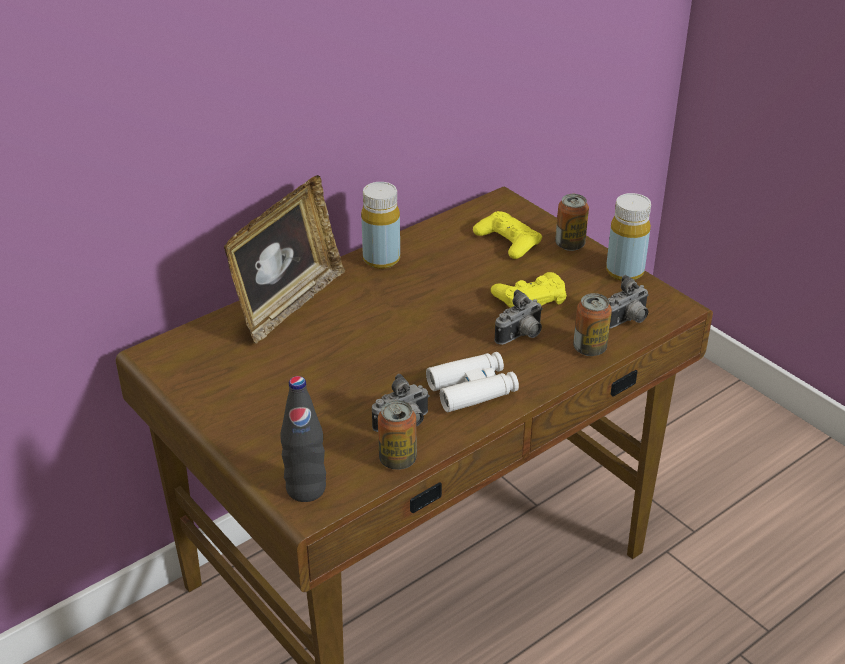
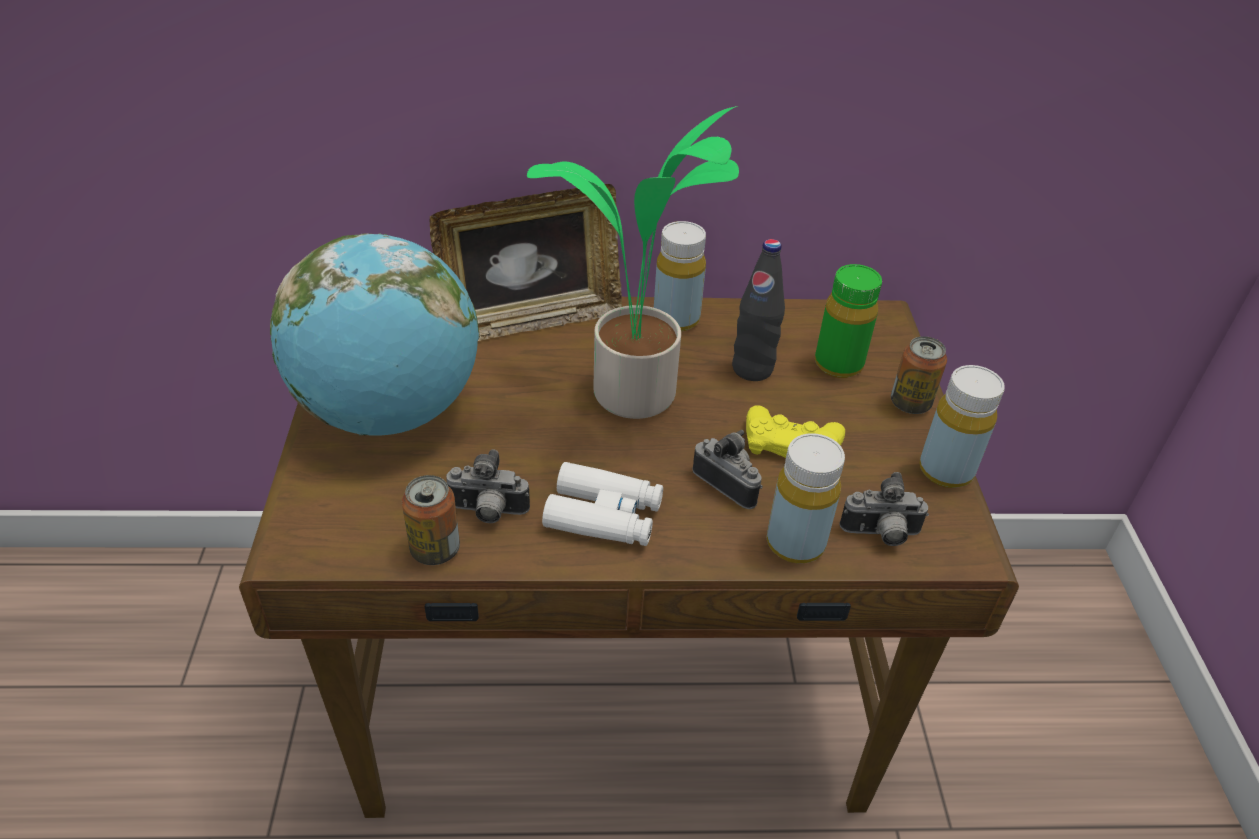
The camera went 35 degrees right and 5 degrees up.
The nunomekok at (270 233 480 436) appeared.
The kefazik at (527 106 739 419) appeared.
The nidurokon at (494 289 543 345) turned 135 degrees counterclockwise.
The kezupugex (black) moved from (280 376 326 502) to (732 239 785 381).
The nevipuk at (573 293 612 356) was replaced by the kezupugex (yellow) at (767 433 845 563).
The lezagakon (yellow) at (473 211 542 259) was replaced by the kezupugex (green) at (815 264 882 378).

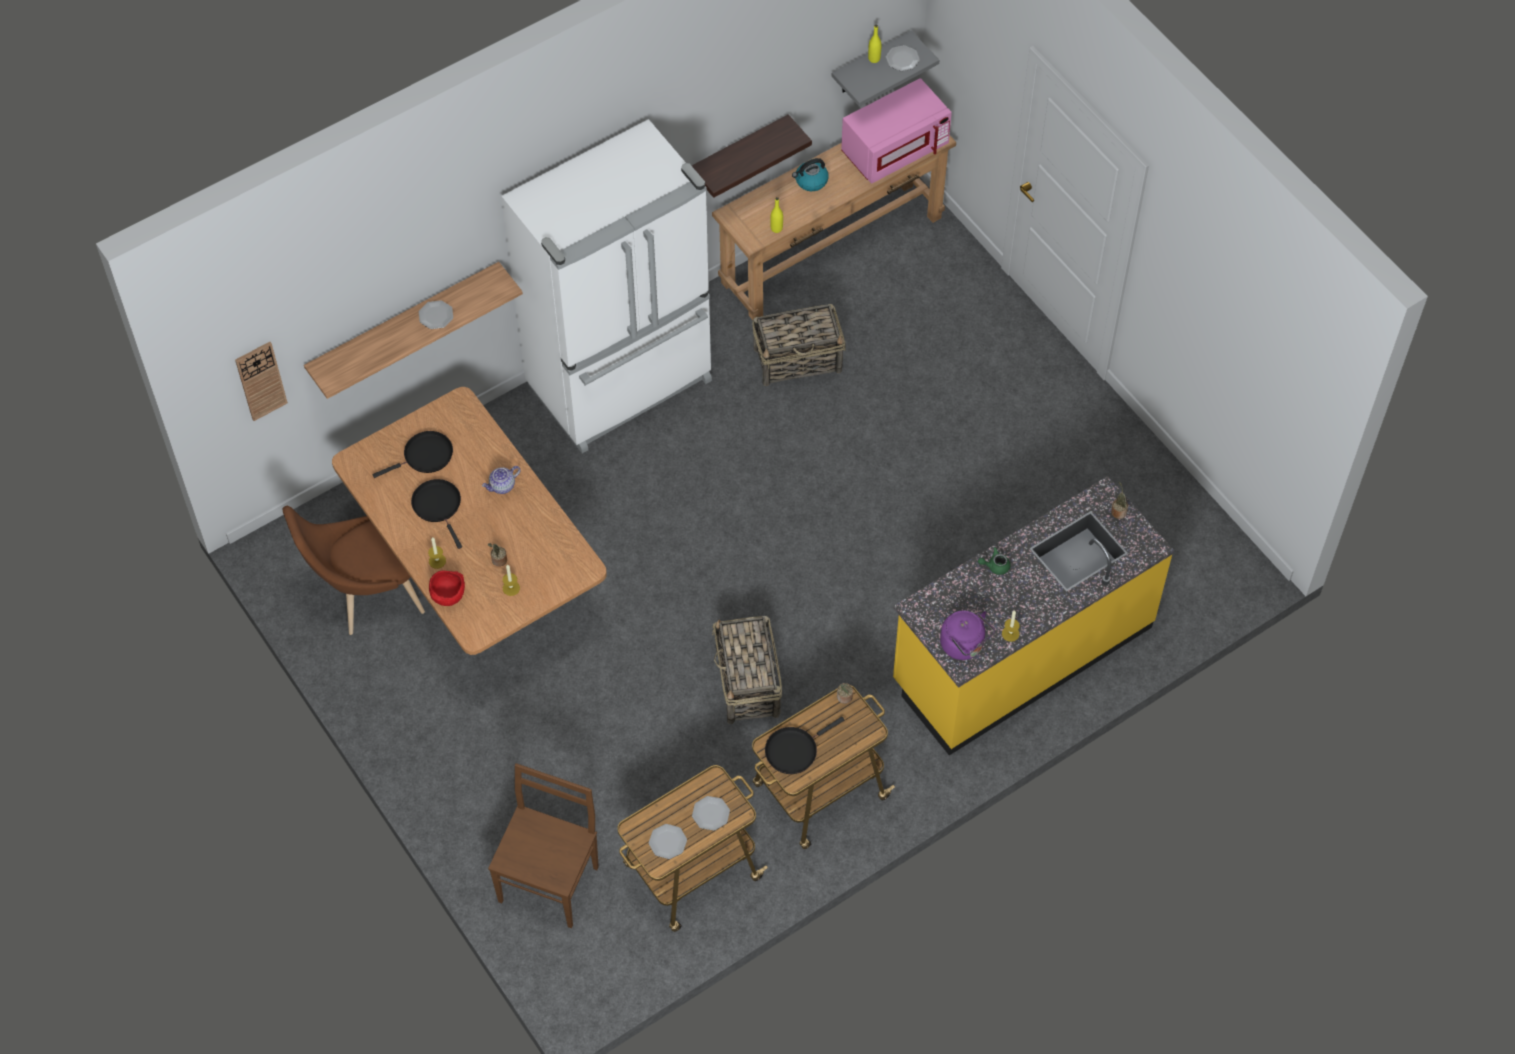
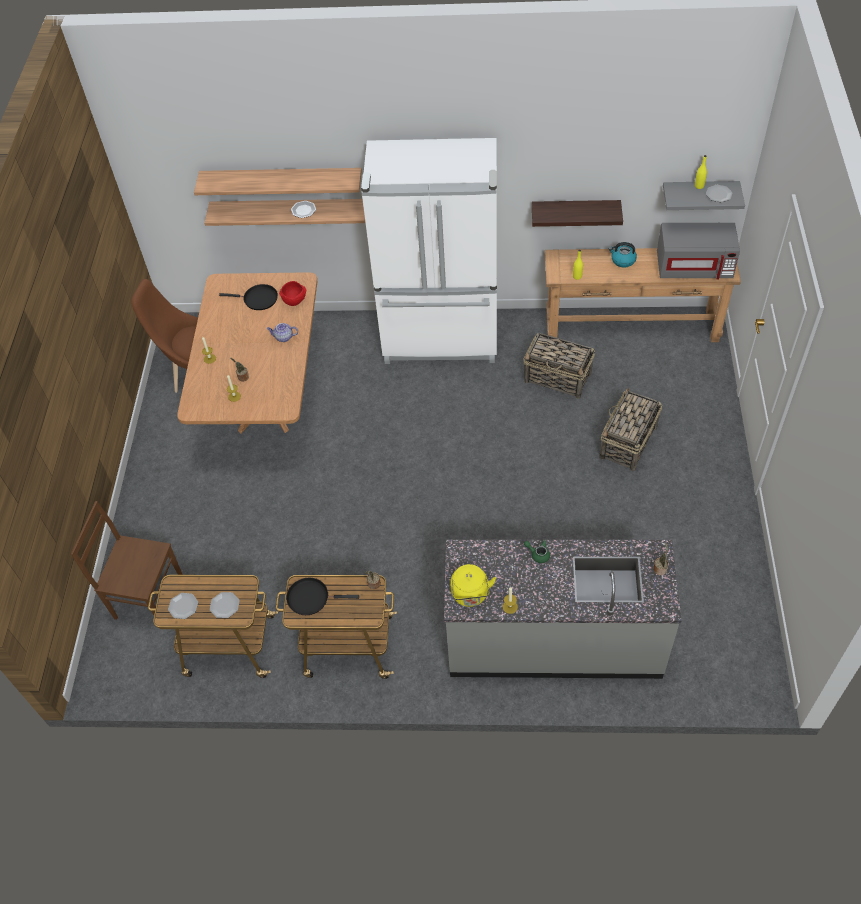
The camera went 40 degrees right and 5 degrees down.
The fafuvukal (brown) at (488 763 599 928) turned 135 degrees counterclockwise.
The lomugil at (194 168 362 195) appeared.
The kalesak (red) moved from (429 571 465 606) to (279 281 307 306).
The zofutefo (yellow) at (893 476 1174 755) became the zofutefo (grey) at (444 540 682 679).
The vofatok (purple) at (940 611 995 660) became the vofatok (yellow) at (450 564 496 607).
The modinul moved from (712 616 782 724) to (599 388 663 471).
The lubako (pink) at (841 78 952 184) became the lubako (grey) at (657 223 740 280).
The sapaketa at (235 342 288 421) disappeared.
The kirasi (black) at (411 479 462 549) disappeared.

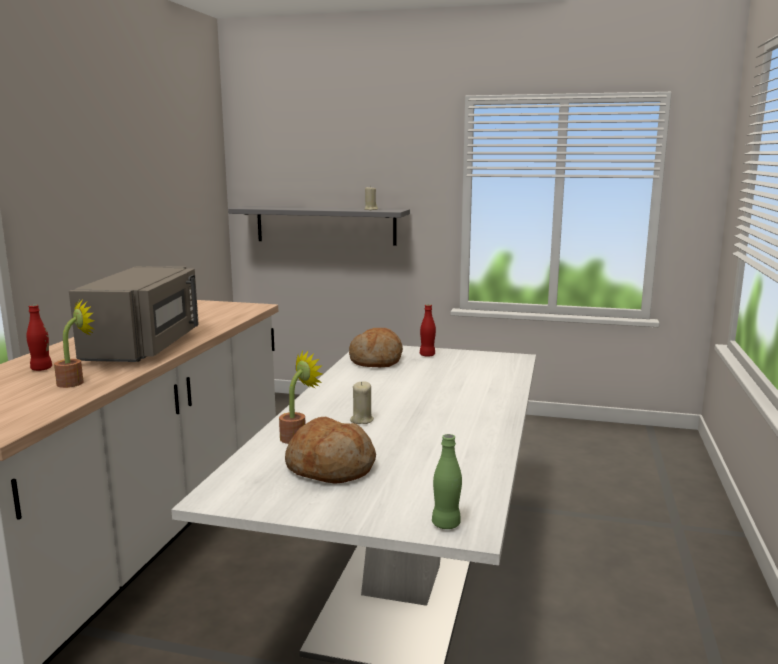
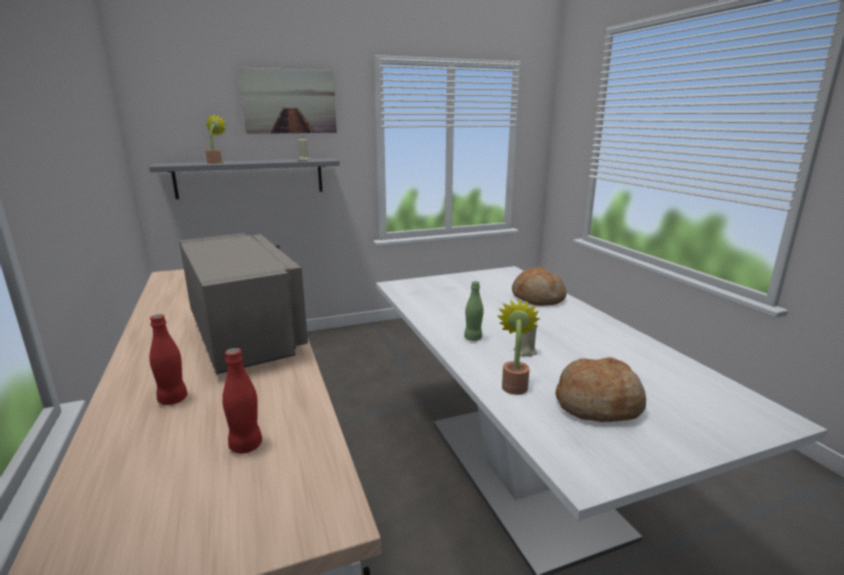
The camera went 35 degrees left and 5 degrees up.
The kefazik moved from (54 299 94 388) to (205 114 227 164).
The kezupugex (red) moved from (420 304 436 357) to (222 348 262 454).
The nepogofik at (239 68 337 134) appeared.
The kezupugex (green) moved from (432 434 462 529) to (464 281 484 341).
The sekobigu moved from (349 328 403 367) to (512 267 567 306).

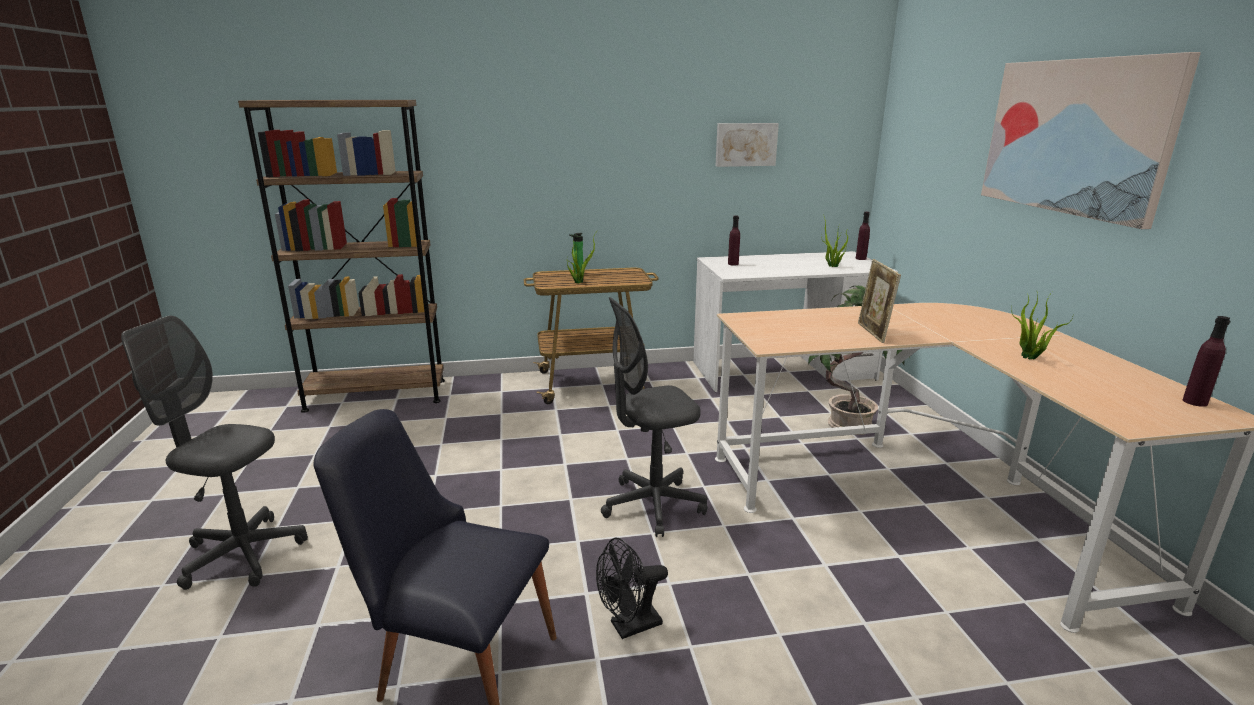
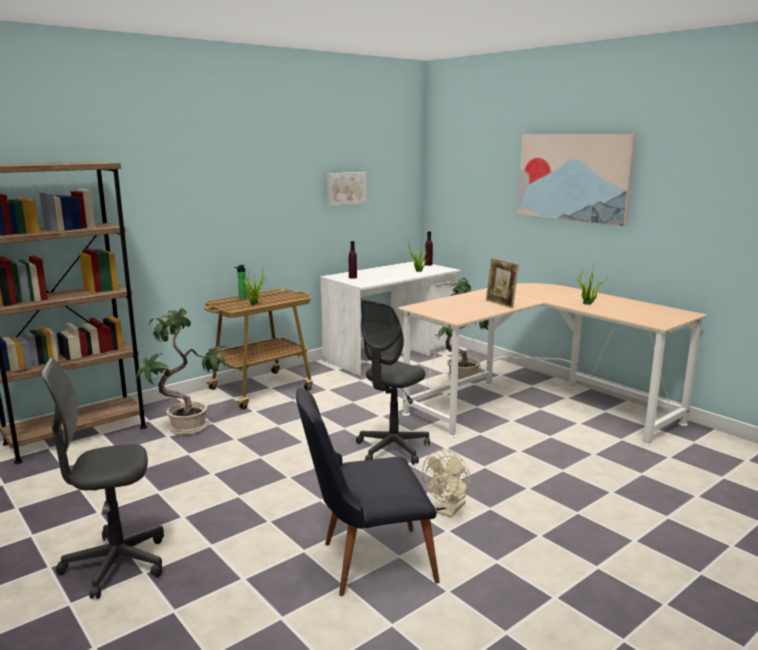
The camera went 30 degrees left and 5 degrees down.
The kefazik at (137 308 229 435) appeared.
The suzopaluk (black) at (596 537 668 639) became the suzopaluk (beige) at (422 449 471 517).
The kezupugex (purple) at (1183 316 1230 407) disappeared.

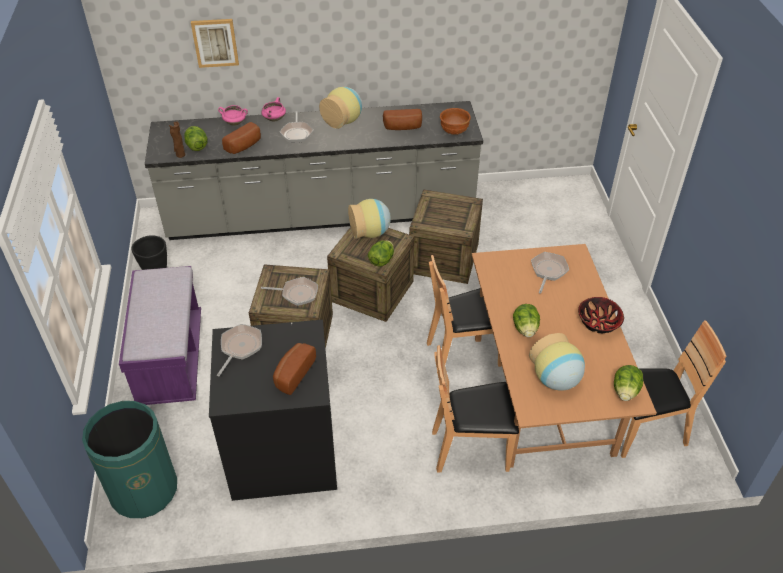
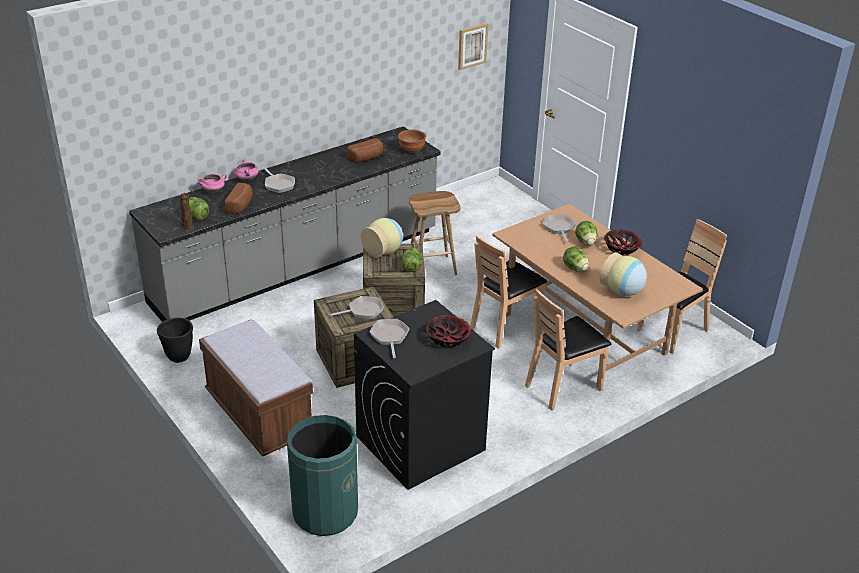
The camera went 30 degrees left and 10 degrees down.
The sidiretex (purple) at (119 266 201 405) became the sidiretex (brown) at (199 320 313 457).
The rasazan at (409 190 483 284) was replaced by the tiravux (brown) at (409 191 461 275).
The sekobigu at (273 343 316 395) was replaced by the kalesak at (426 315 471 348).
The nepogofik moved from (191 19 239 68) to (458 23 488 70).
The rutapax moved from (614 365 643 401) to (575 221 598 245).
The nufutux at (319 87 362 129) disappeared.

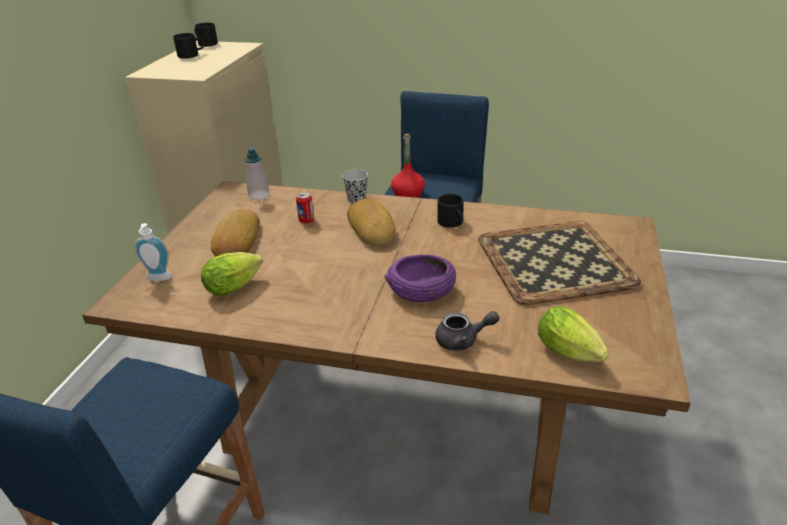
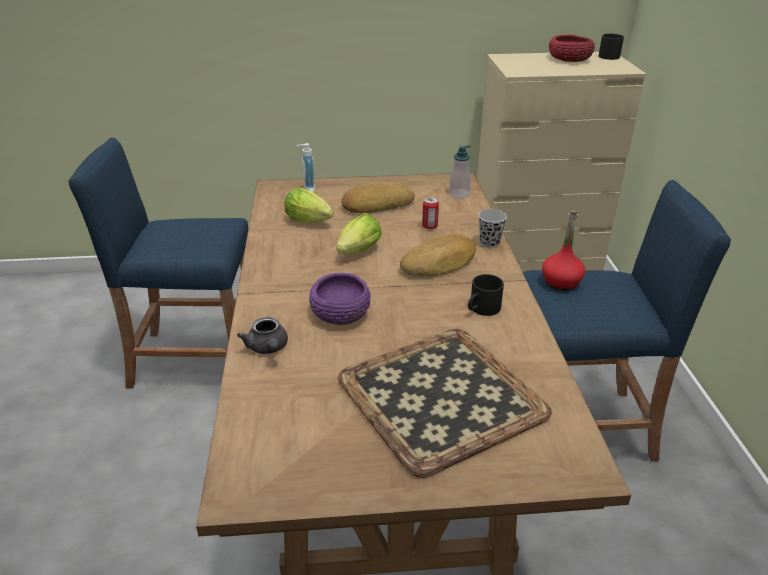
The camera went 70 degrees right and 0 degrees up.
The rutapax moved from (538 306 609 362) to (336 214 381 254).
The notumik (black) at (173 33 204 59) was replaced by the kalesak (red) at (549 35 595 62).

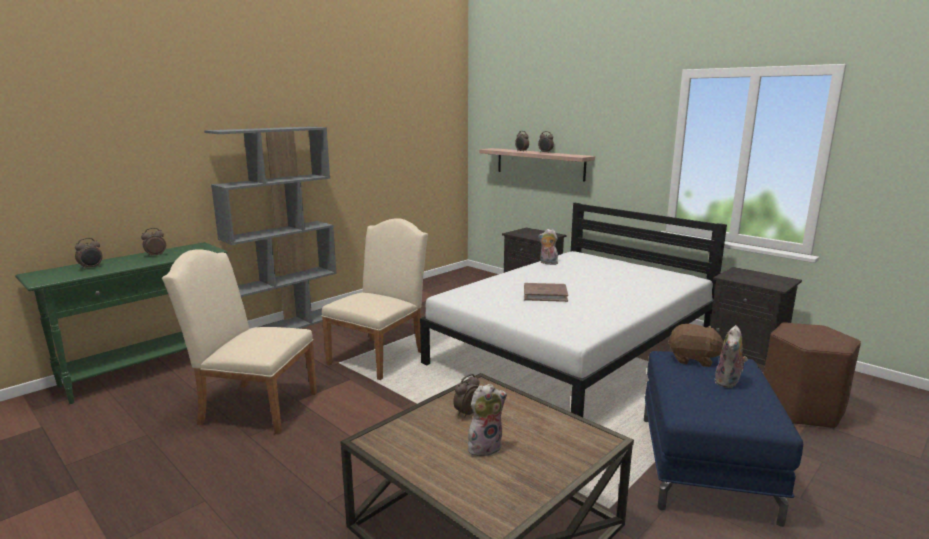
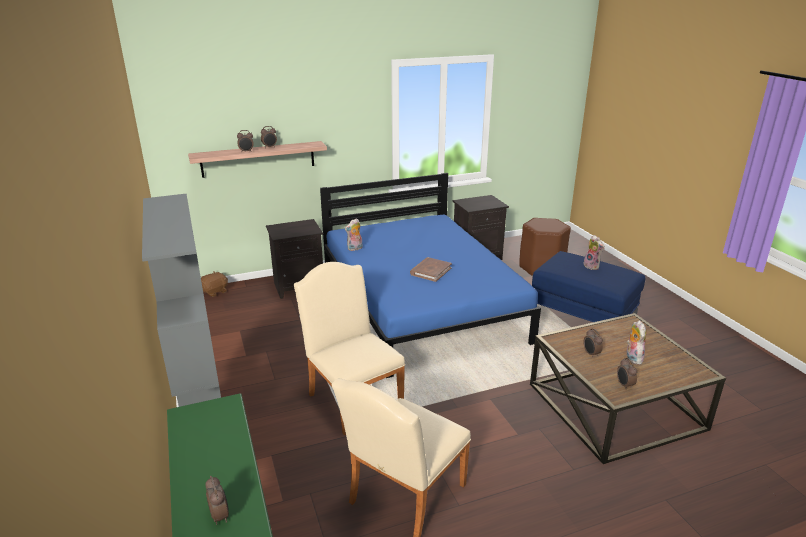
The camera went 65 degrees left and 10 degrees up.
The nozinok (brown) moved from (668 324 723 367) to (201 272 228 297).
The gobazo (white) at (420 203 727 417) became the gobazo (blue) at (320 173 541 378).
The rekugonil moved from (141 228 166 257) to (617 358 637 390).

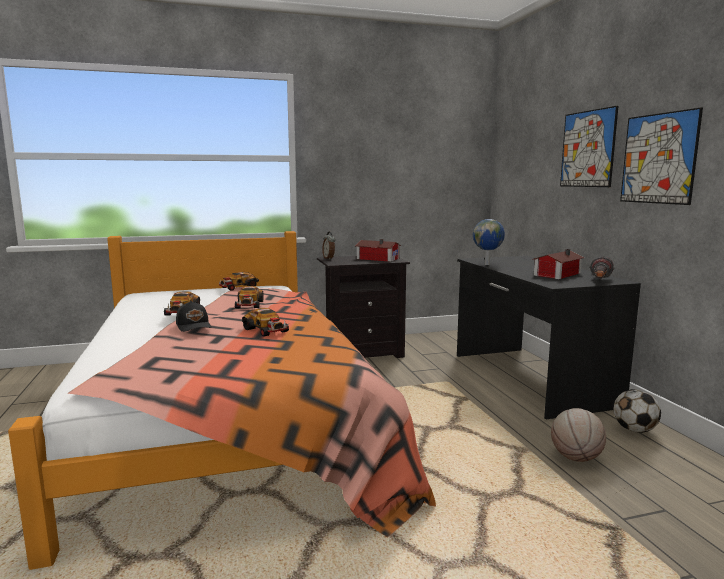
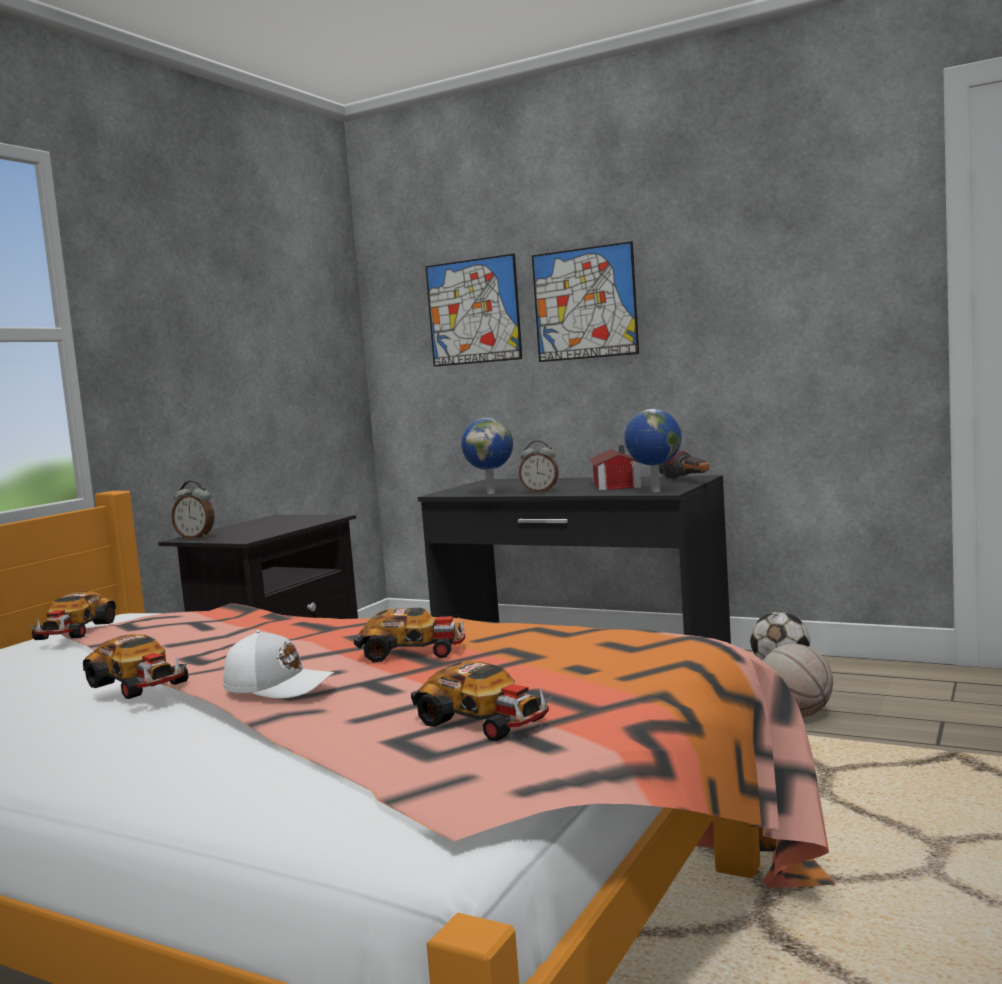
The camera went 45 degrees left and 5 degrees down.
The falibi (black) at (176 301 212 332) became the falibi (white) at (223 630 334 698).
The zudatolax moved from (235 286 263 308) to (411 661 553 741).
The nepogofik moved from (620 107 703 205) to (425 254 522 367).
The rekugonil at (519 441 559 492) appeared.
The nunomekok at (624 409 682 492) appeared.
The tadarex at (356 239 401 262) disappeared.

